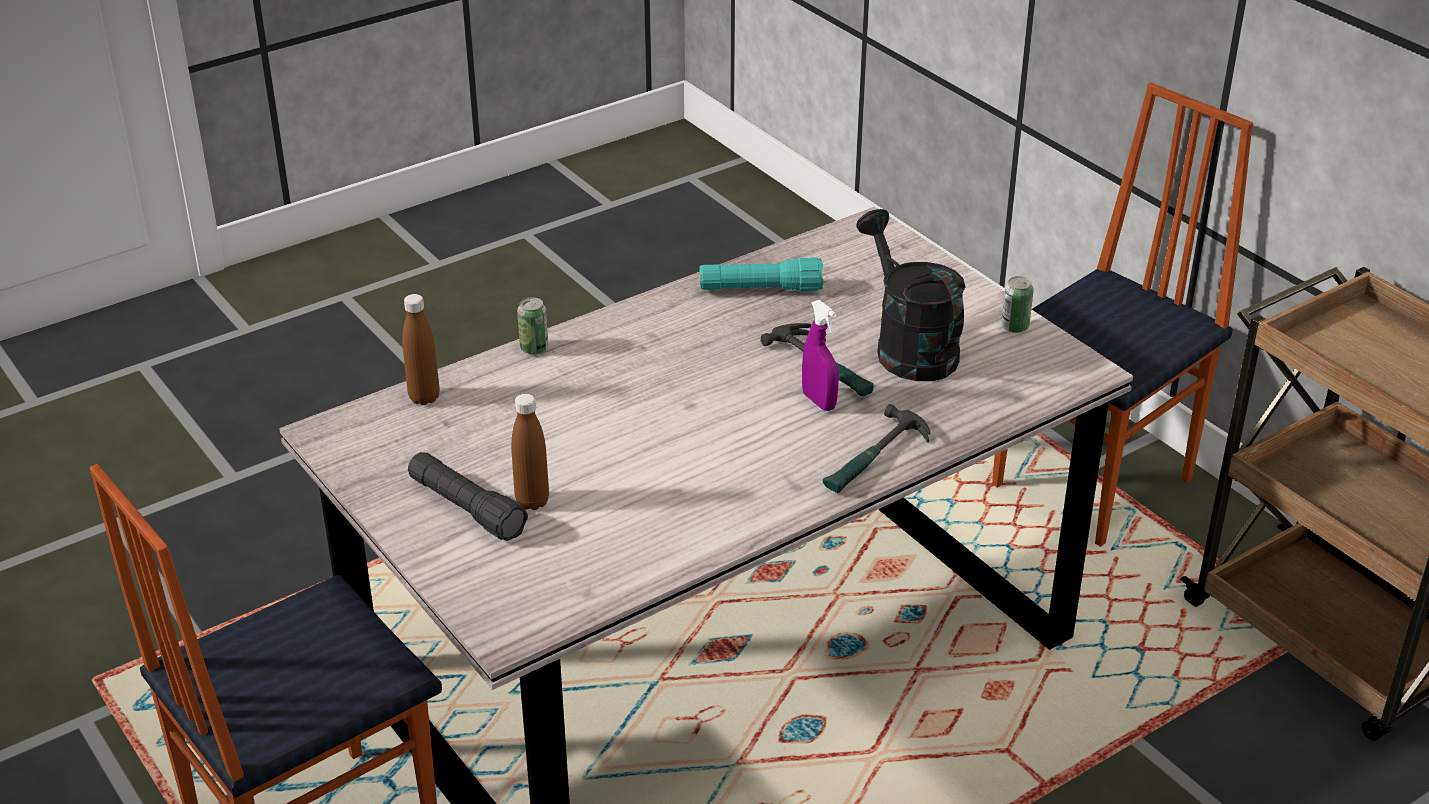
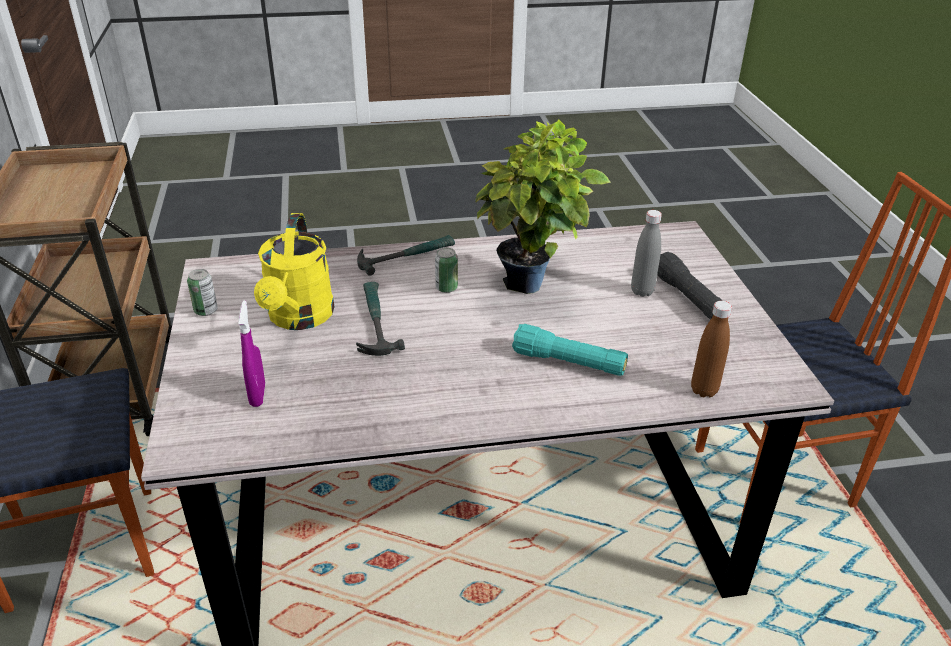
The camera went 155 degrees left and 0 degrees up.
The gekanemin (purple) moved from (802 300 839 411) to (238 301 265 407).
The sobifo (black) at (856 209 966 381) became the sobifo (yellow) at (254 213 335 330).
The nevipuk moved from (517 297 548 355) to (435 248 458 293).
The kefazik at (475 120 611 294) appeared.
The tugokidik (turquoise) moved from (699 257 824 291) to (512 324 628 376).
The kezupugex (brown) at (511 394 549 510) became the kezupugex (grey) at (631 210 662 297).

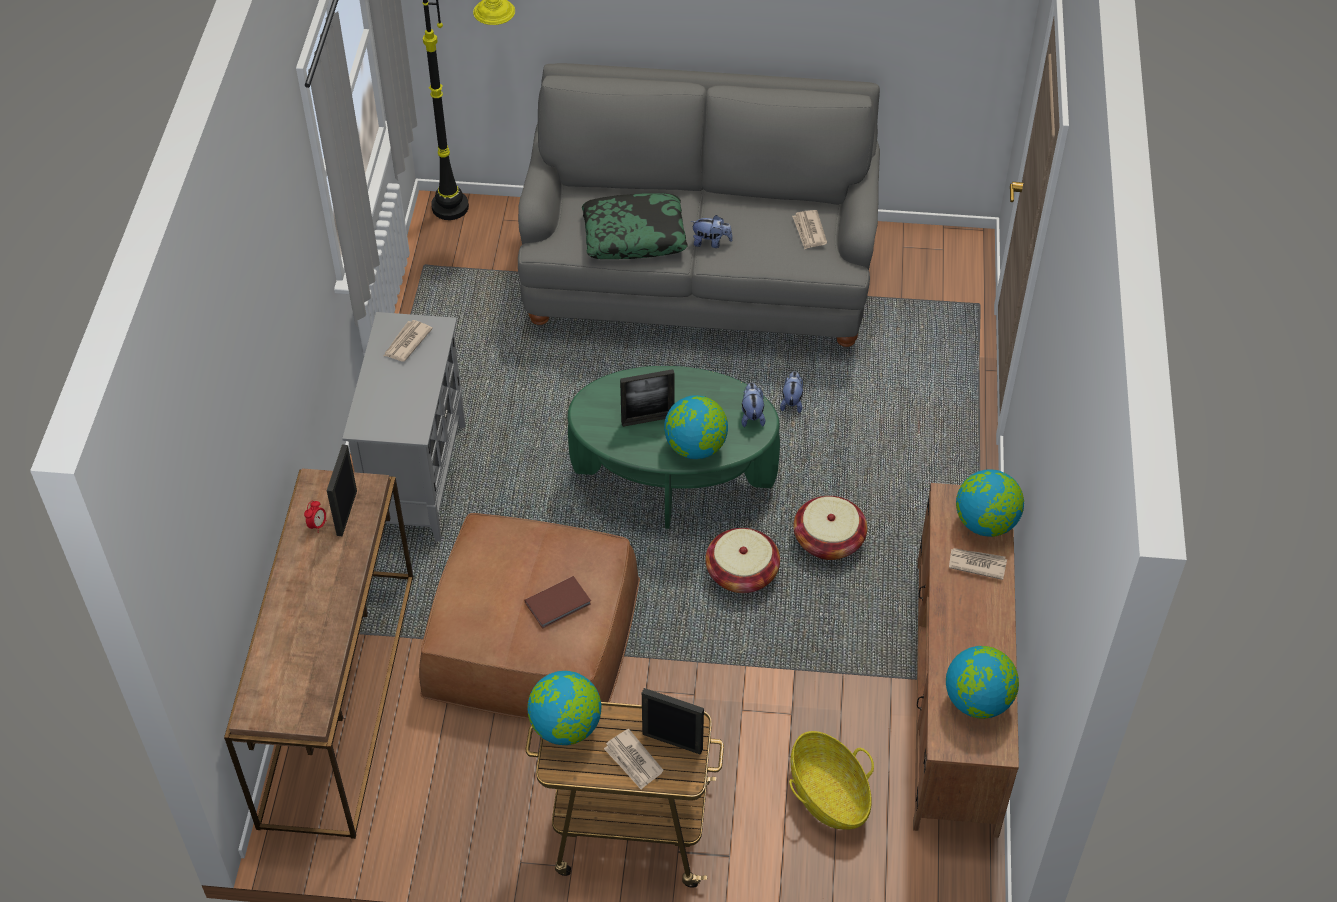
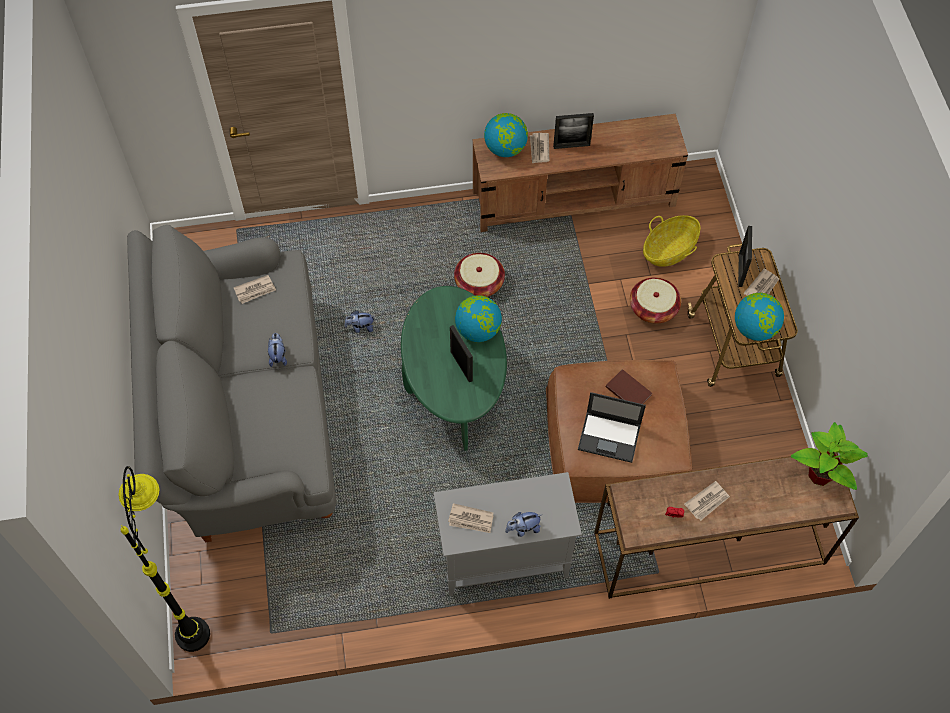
The camera went 105 degrees left and 10 degrees up.
The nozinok moved from (742 382 765 427) to (505 512 543 537).
The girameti moved from (327 445 357 536) to (553 113 594 149).
The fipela at (578 392 646 463) appeared.
The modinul moved from (705 528 780 593) to (630 277 681 324).
The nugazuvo at (684 481 730 521) appeared.
The kefazik at (791 422 868 490) appeared.
The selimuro at (582 193 687 259) disappeared.
The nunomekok at (946 646 1019 719) disappeared.

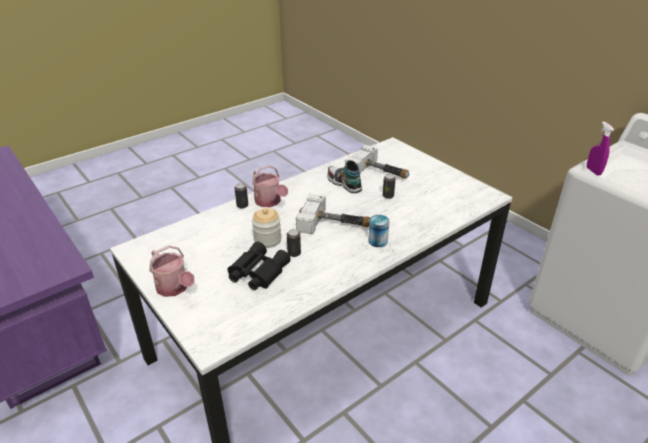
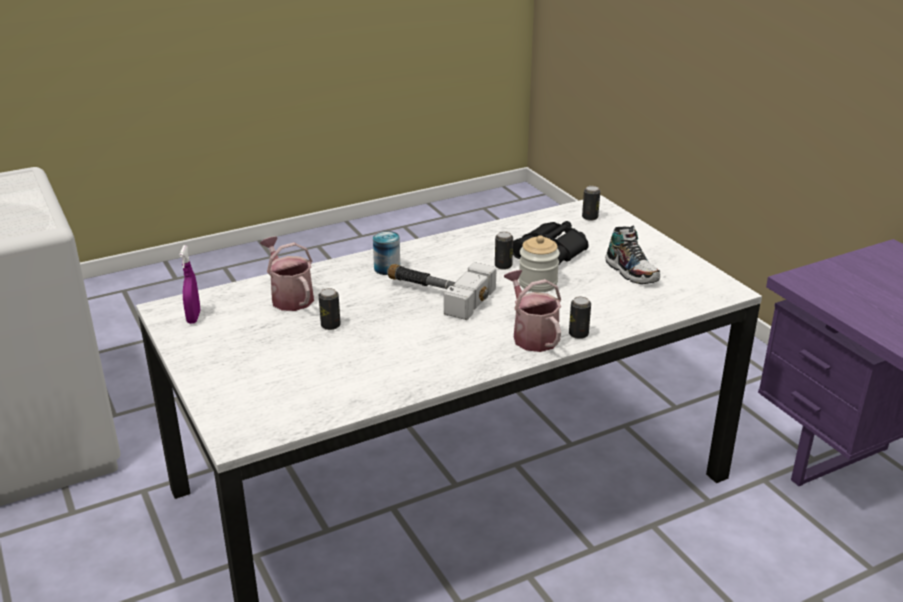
The camera went 170 degrees left and 5 degrees down.
The gekanemin (purple) moved from (586 121 614 175) to (180 245 201 324).
The sobifo moved from (149 245 194 297) to (260 236 314 311).
The nevipuk at (582 186 600 221) appeared.
The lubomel moved from (327 160 362 193) to (605 226 660 284).
The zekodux at (345 145 409 179) disappeared.

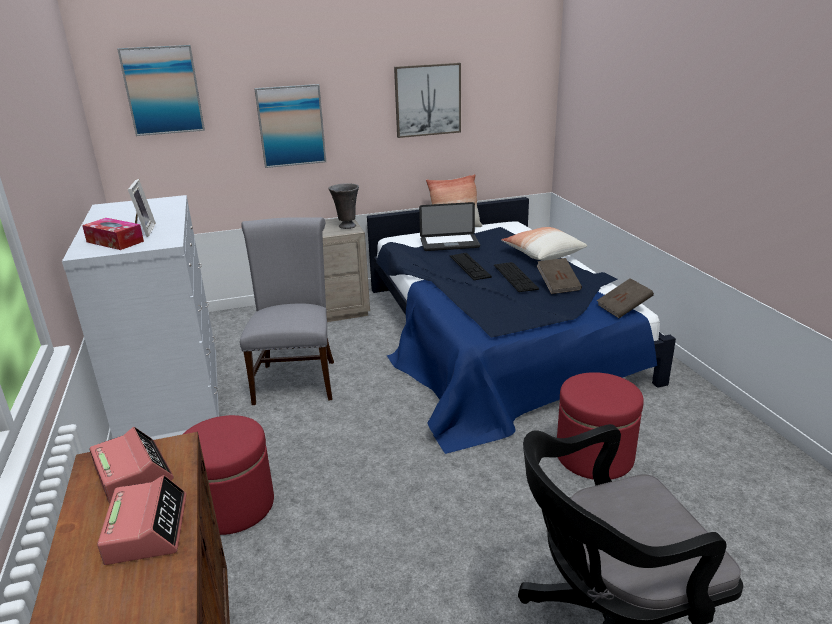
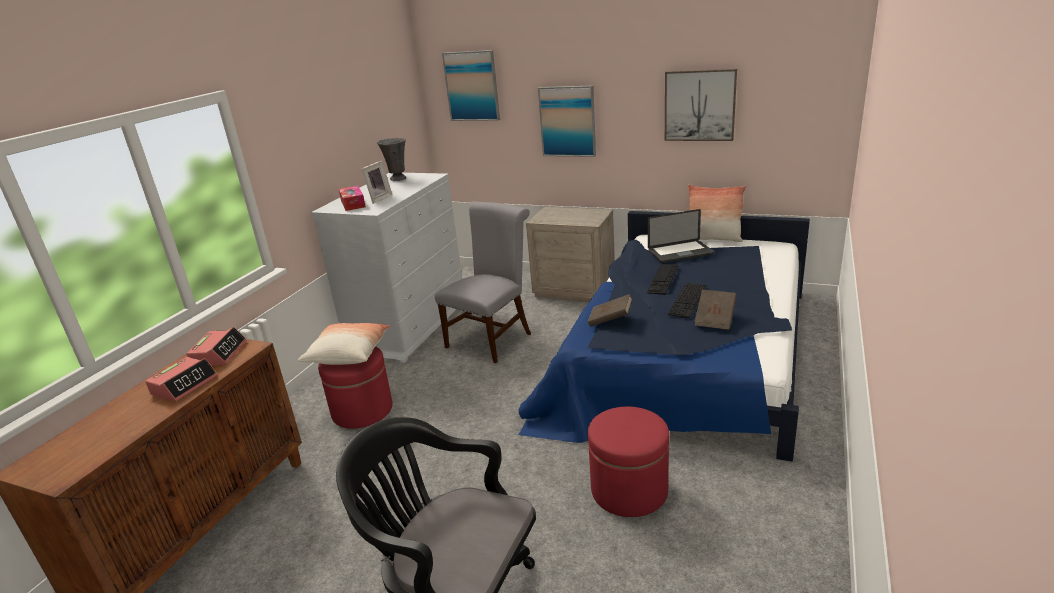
The camera went 40 degrees right and 0 degrees up.
The selimuro moved from (501 227 587 261) to (298 323 390 365).
The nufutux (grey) moved from (328 183 359 229) to (377 138 406 181).
The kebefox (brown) moved from (597 278 654 318) to (588 294 632 327).
The fipela at (419 202 480 251) turned 45 degrees counterclockwise.

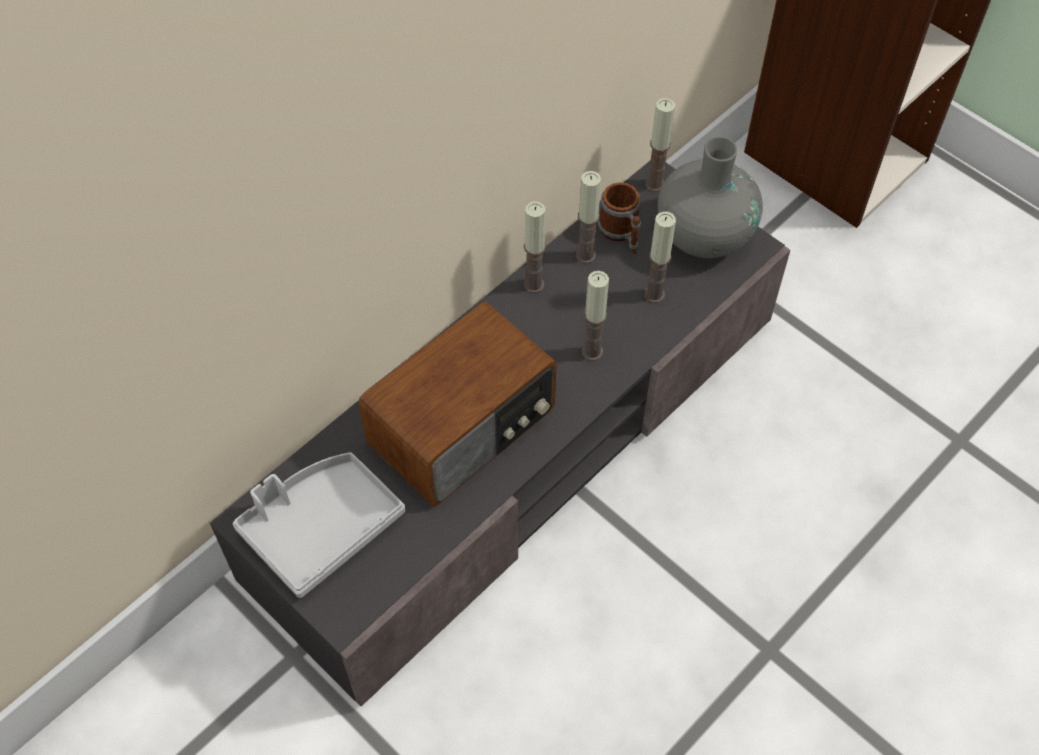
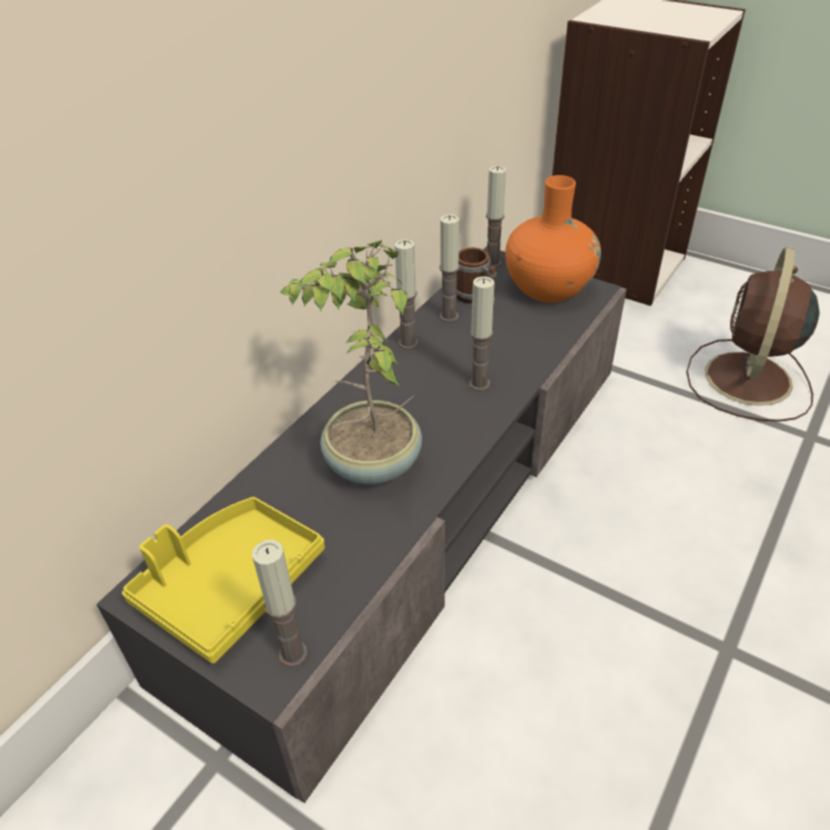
The camera went 10 degrees left and 15 degrees down.
The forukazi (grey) at (233 452 405 598) became the forukazi (yellow) at (122 497 325 663).
The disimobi moved from (644 211 676 303) to (252 540 307 667).
The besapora at (358 301 557 507) was replaced by the kefazik at (279 239 422 484).
The nufutux (grey) at (658 137 763 258) became the nufutux (orange) at (505 175 601 303).
The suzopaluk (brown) at (686 247 820 422) appeared.

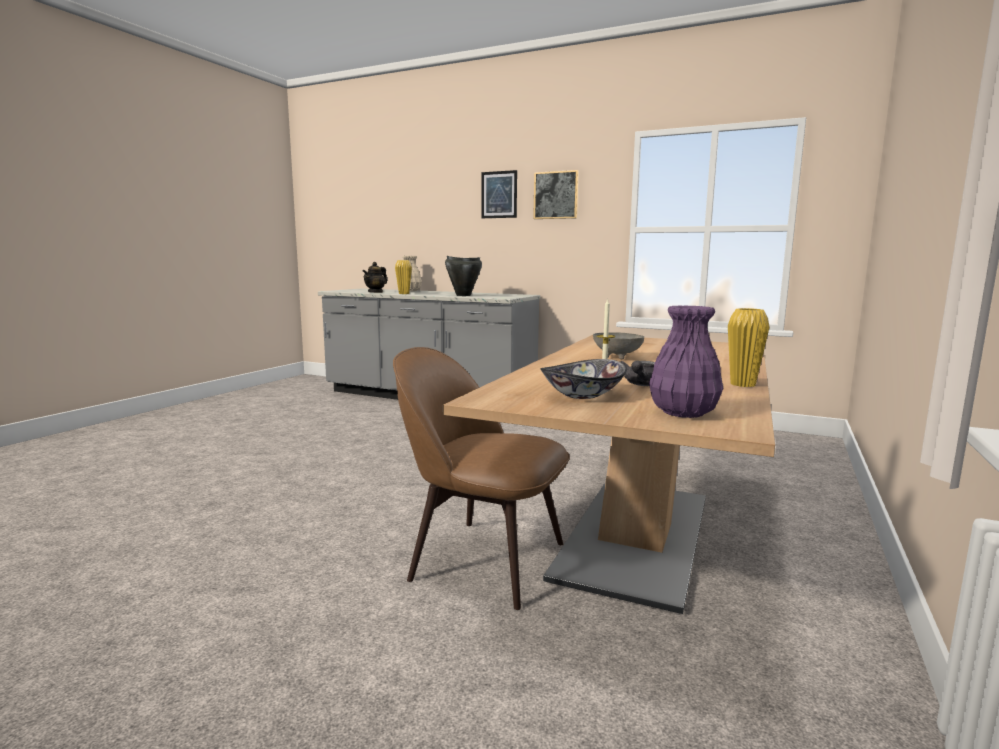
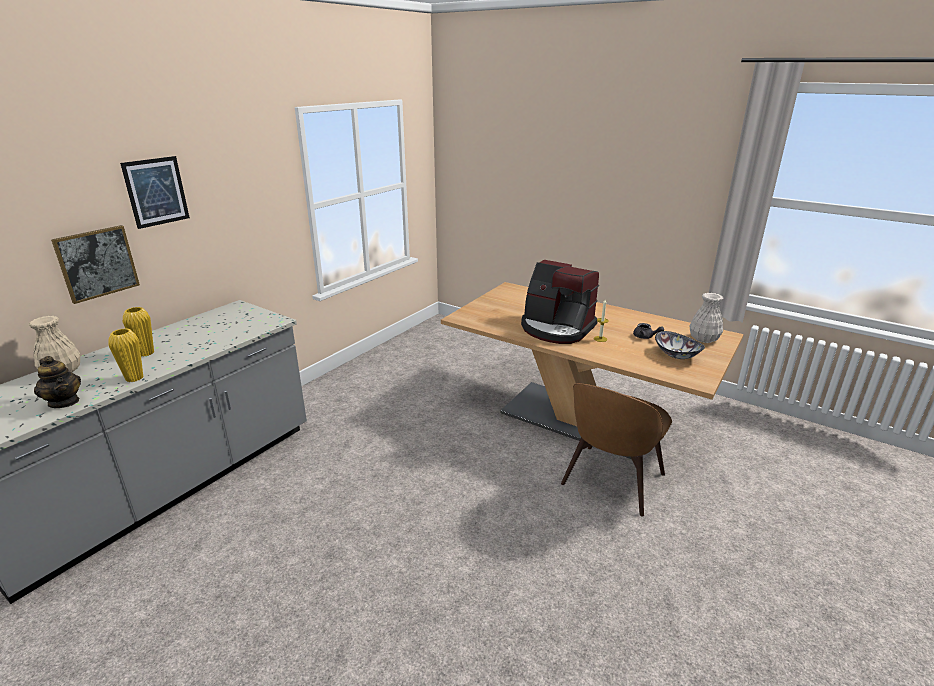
The camera went 80 degrees left and 15 degrees up.
The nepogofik moved from (533 170 579 219) to (51 225 140 304).
The nufutux (yellow) moved from (728 308 770 387) to (123 307 154 357).
The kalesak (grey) at (593 332 644 359) was replaced by the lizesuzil at (521 260 599 344).
The nufutux (purple) at (649 305 723 418) became the nufutux (white) at (690 293 723 343).
The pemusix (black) at (445 256 482 296) disappeared.

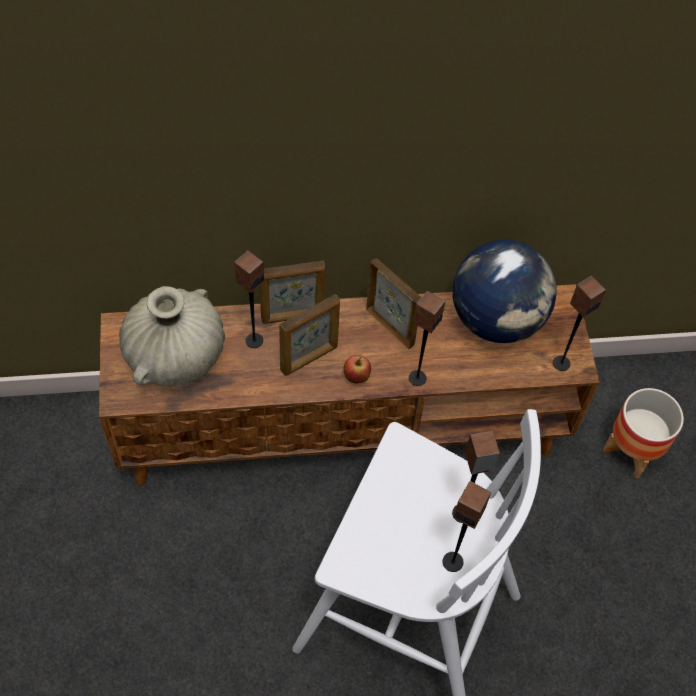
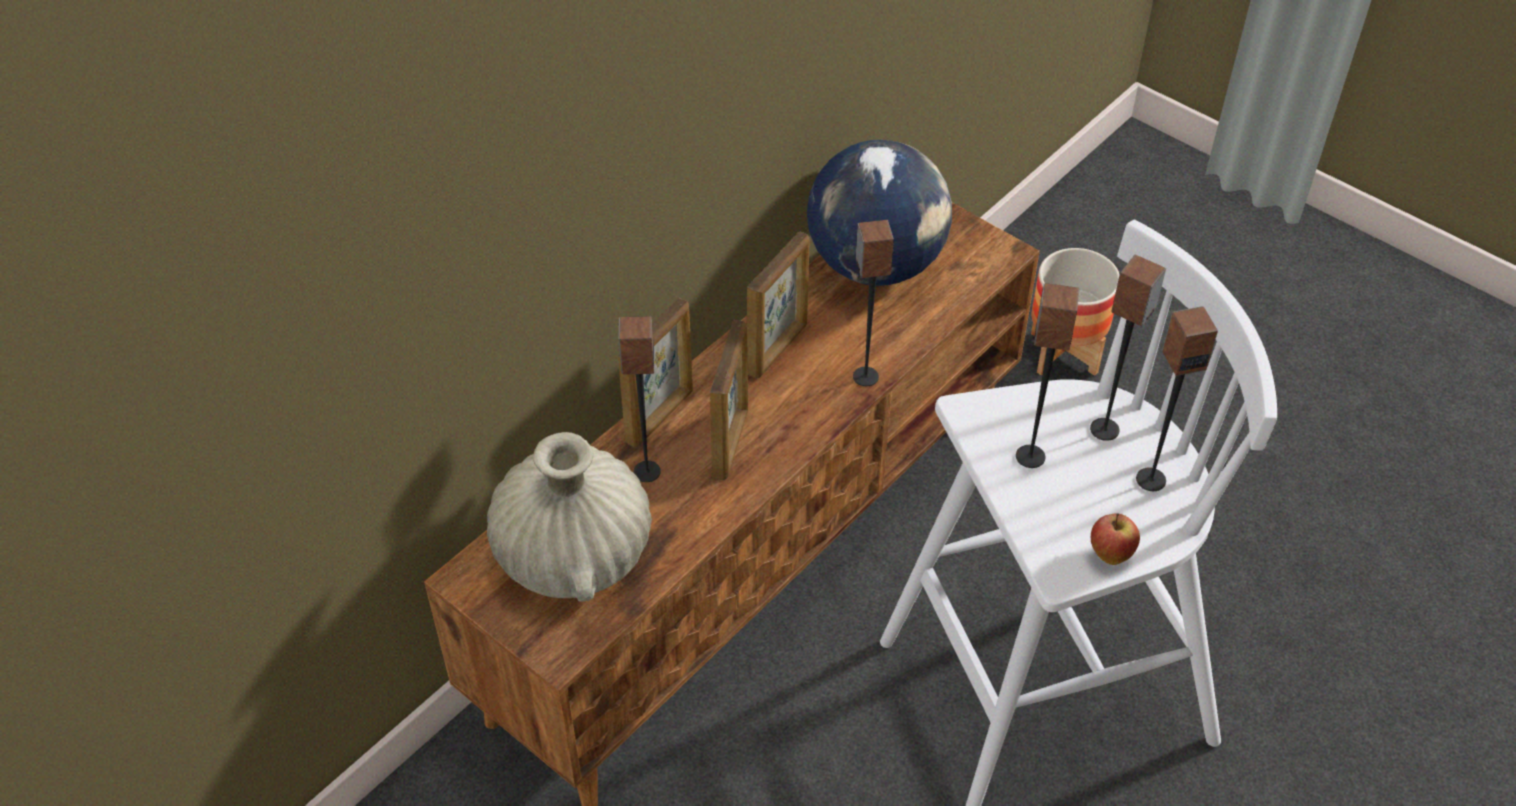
The camera went 40 degrees left and 10 degrees down.
The girameti at (366 258 422 349) turned 120 degrees clockwise.
The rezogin moved from (553 275 606 371) to (1016 283 1079 468).
The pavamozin moved from (343 355 371 384) to (1091 513 1140 565).

